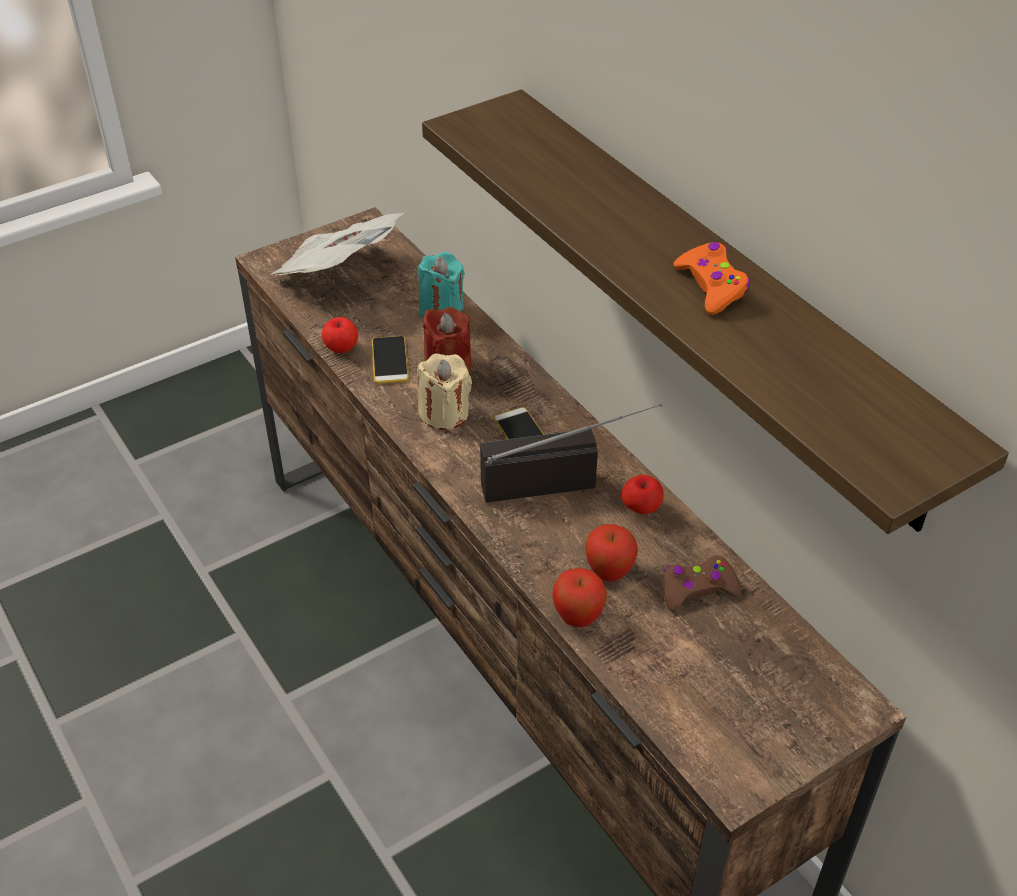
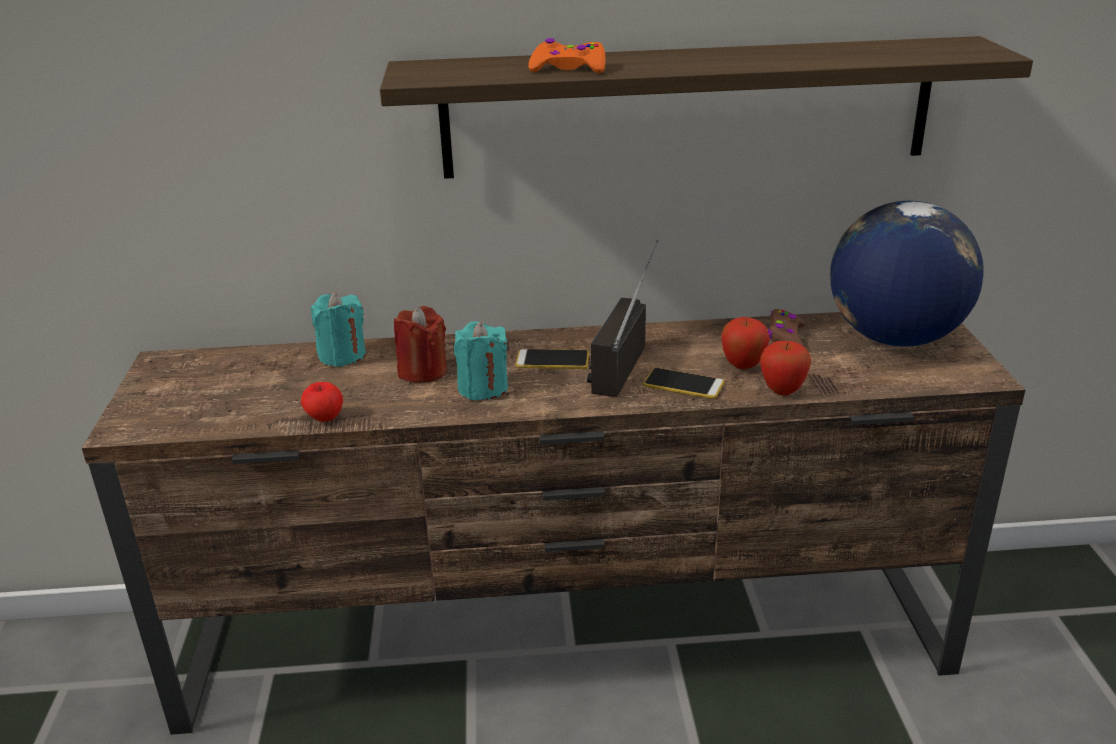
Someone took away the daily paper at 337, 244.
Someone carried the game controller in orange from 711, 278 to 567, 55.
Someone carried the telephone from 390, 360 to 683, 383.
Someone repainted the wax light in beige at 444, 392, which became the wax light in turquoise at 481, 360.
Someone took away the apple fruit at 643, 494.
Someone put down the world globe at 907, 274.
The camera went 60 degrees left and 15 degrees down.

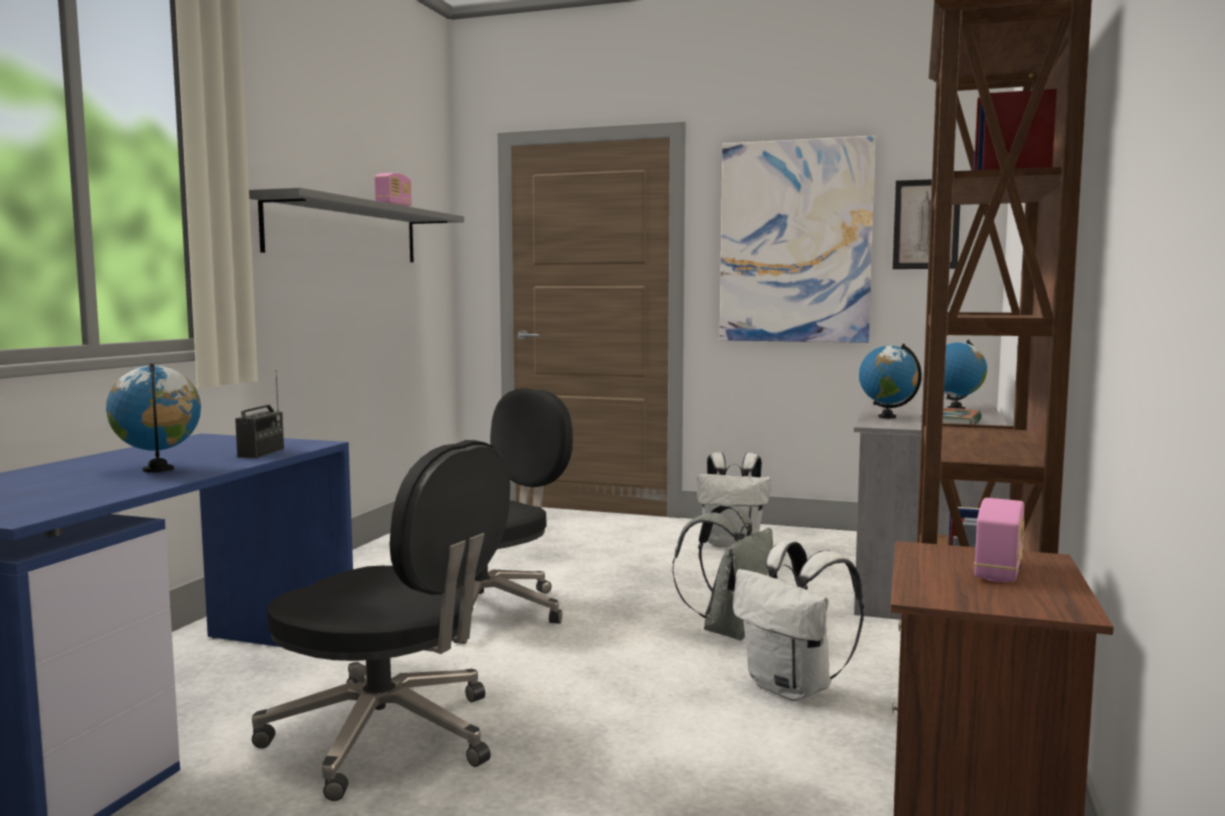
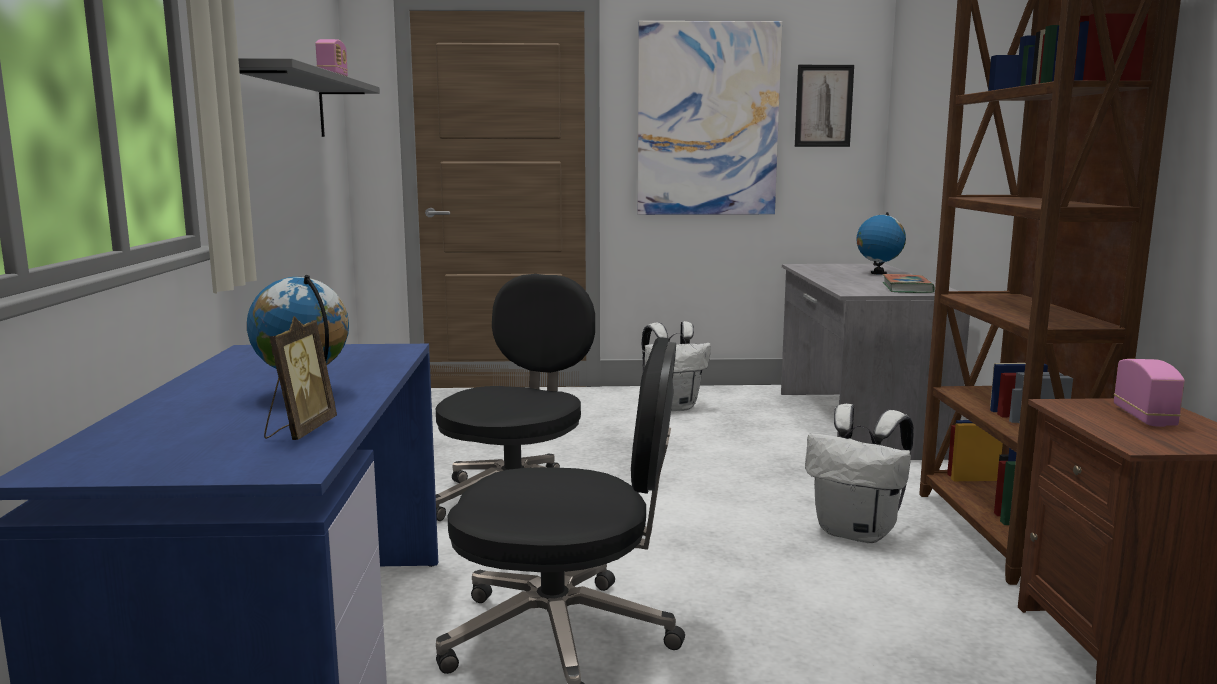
Someone took away the world globe at 890, 381.
Someone took away the radio at 259, 414.
Someone took away the backpack in gray at 722, 572.
Someone put down the photo frame at 300, 378.
The camera went 20 degrees left and 5 degrees up.

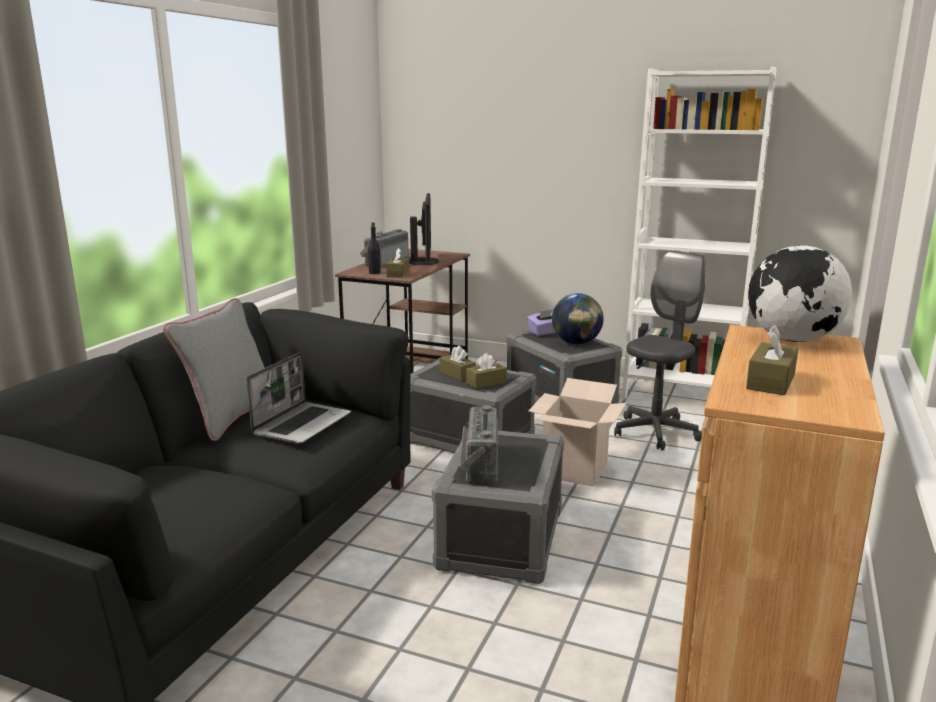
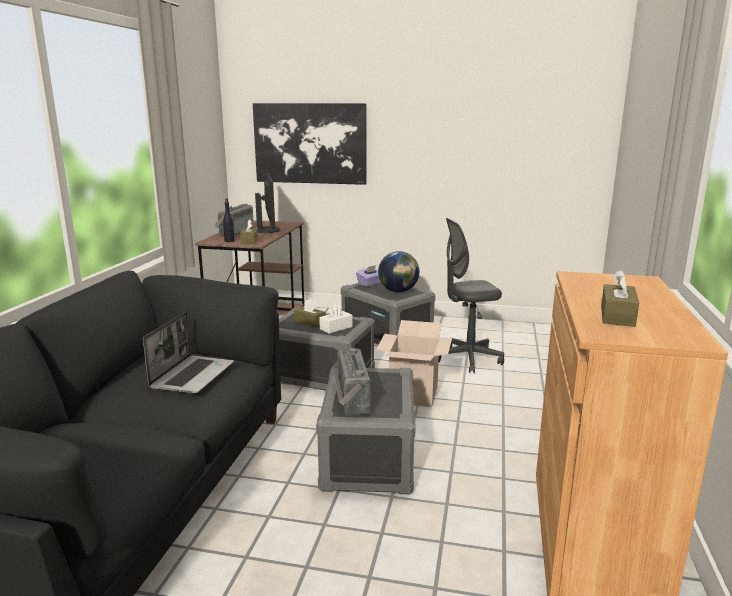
Someone took away the bookshelf in whitish at 699, 233.
Someone took away the world globe at 800, 293.
Someone rotated the desk chair in gray at 660, 351 by 135 degrees counterclockwise.
Someone took away the throw pillow in gray at 214, 369.
Someone repainted the tissue holder in brownish at 486, 371, which became the tissue holder in whitish at 336, 318.
Someone put up the picture at 310, 144.
The camera went 10 degrees left and 0 degrees up.

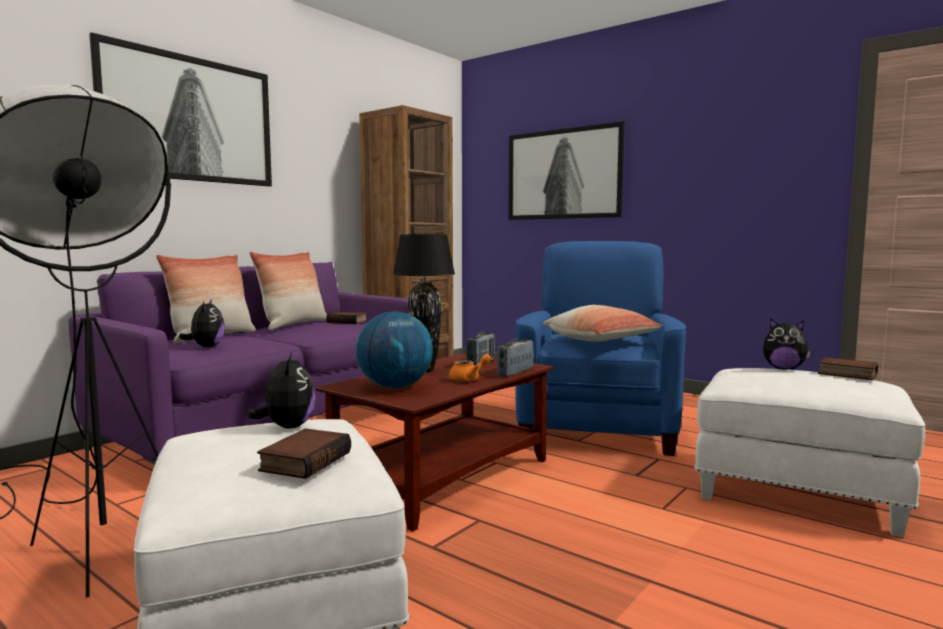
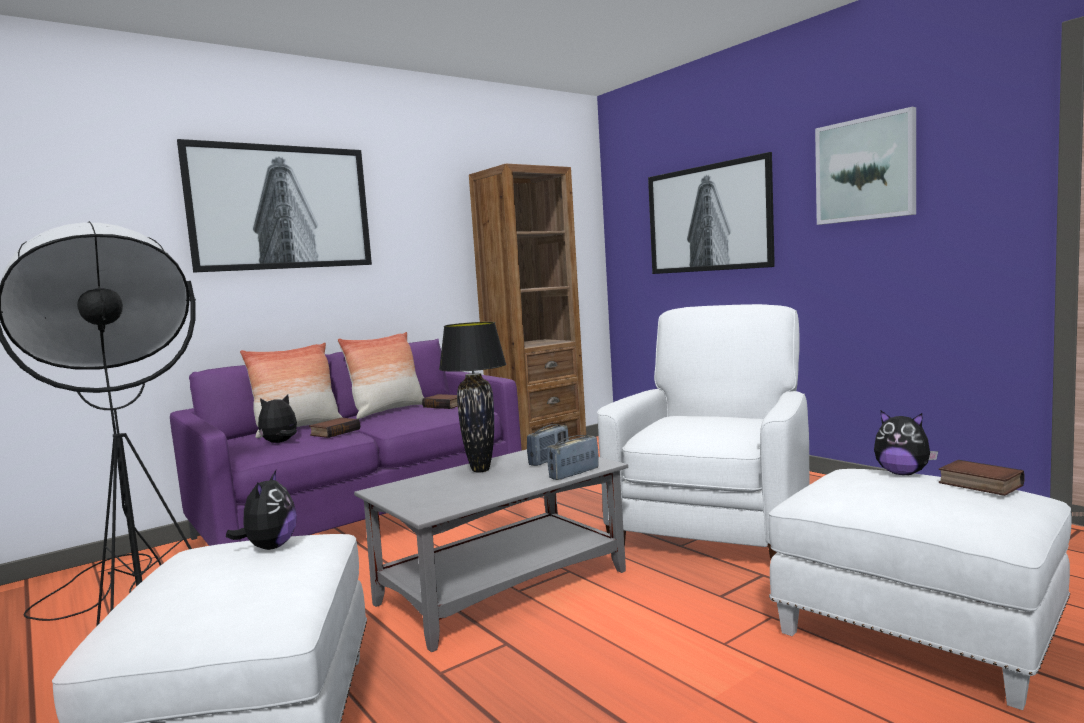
Someone repainted the lounge chair in blue at 601, 348, which became the lounge chair in whitish at 703, 432.
Someone rotated the cuddly toy at 202, 323 by 135 degrees counterclockwise.
Someone took away the throw pillow at 602, 323.
Someone took away the world globe at 394, 350.
Someone repainted the low table in brownish at 435, 442, which became the low table in gray at 491, 550.
Someone took away the teapot in orange at 470, 368.
Someone carried the bound book from 304, 454 to 334, 428.
Someone put up the picture at 865, 166.
The camera went 15 degrees right and 0 degrees up.

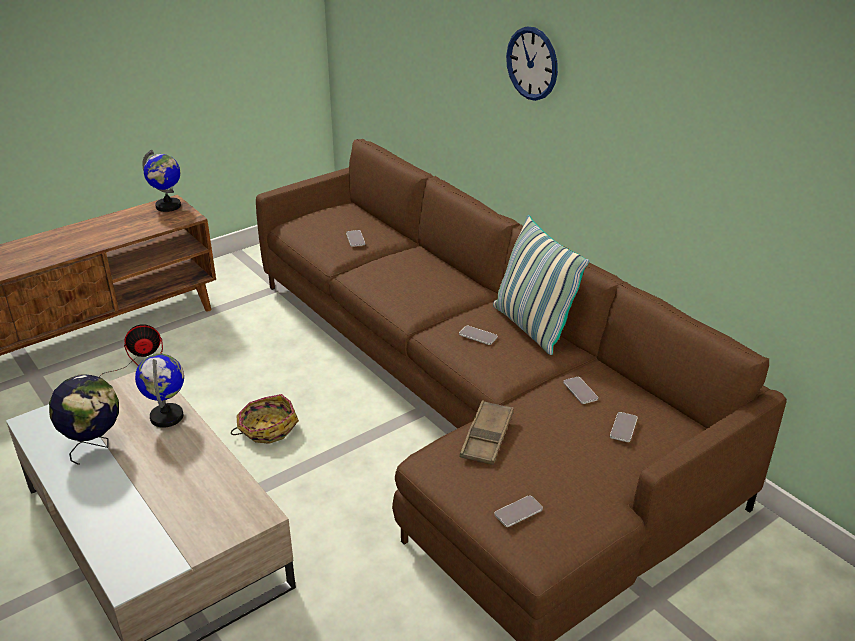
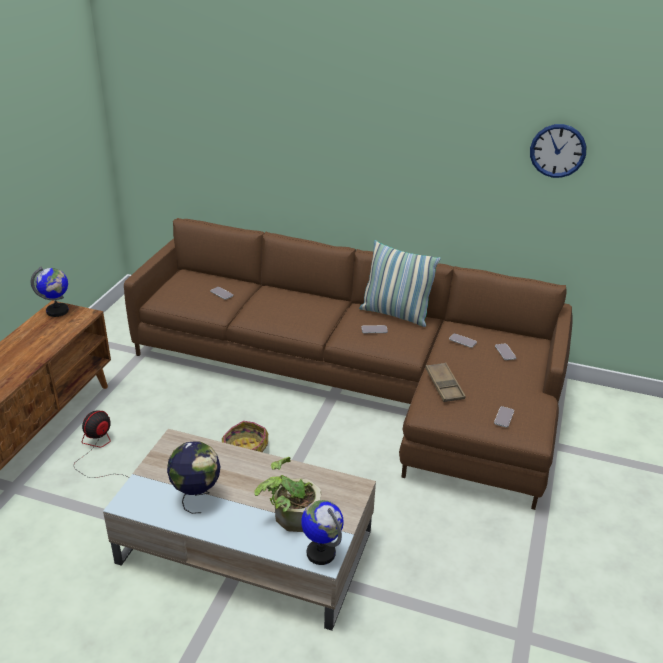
Someone carried the hanging clock from 532, 64 to 558, 151.
Someone carried the world globe from 159, 391 to 322, 532.
Someone put down the houseplant at 287, 494.
The camera went 35 degrees left and 0 degrees up.

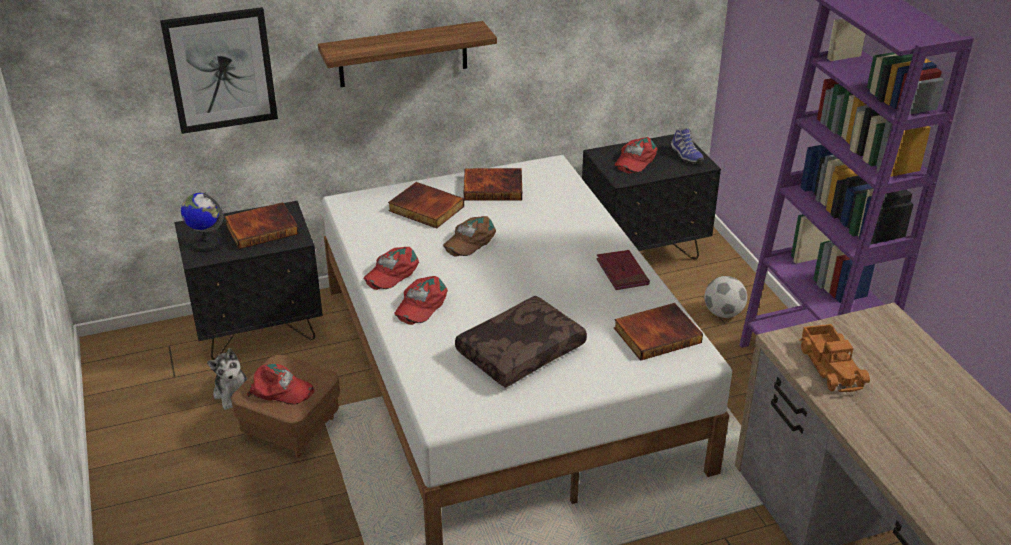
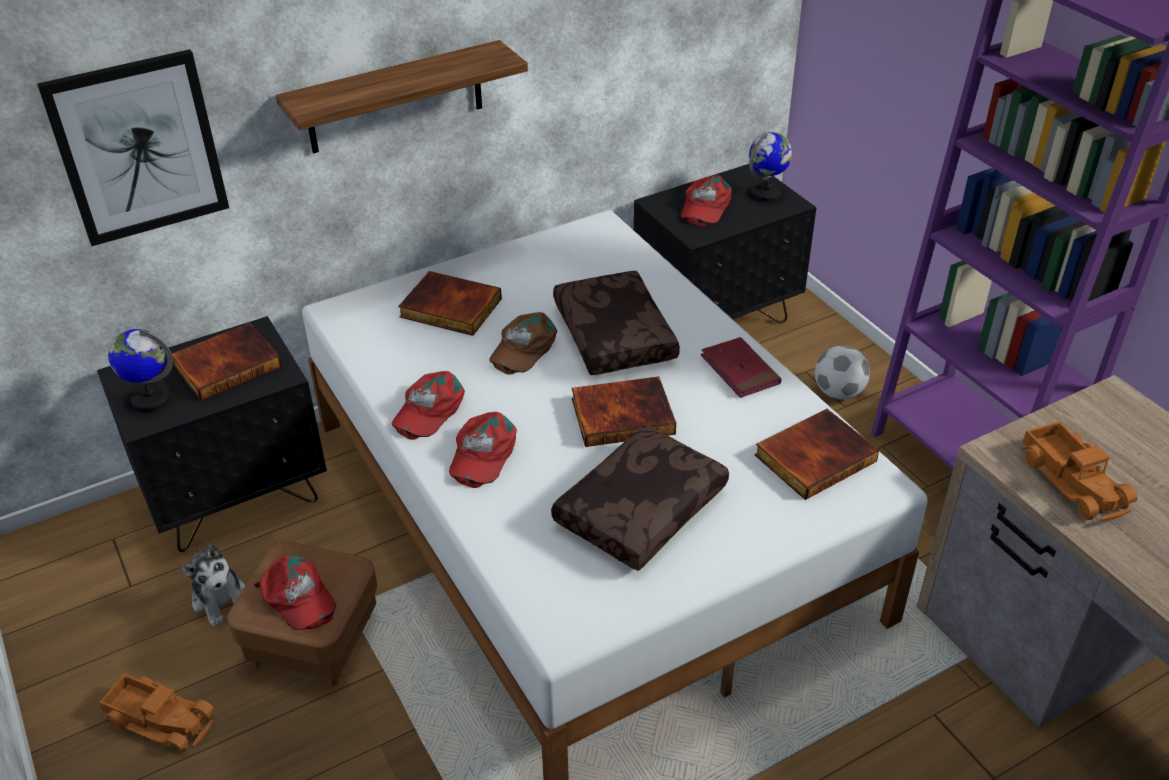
Someone swapped the shoe at 687, 145 for the world globe at 771, 167.
Someone carried the bound book from 493, 184 to 624, 412.
Someone rotated the peaked cap in red at 280, 384 by 45 degrees clockwise.
Someone put down the throw pillow in brownish at 616, 323.
Someone put down the model truck at 156, 712.
The camera went 10 degrees left and 5 degrees up.

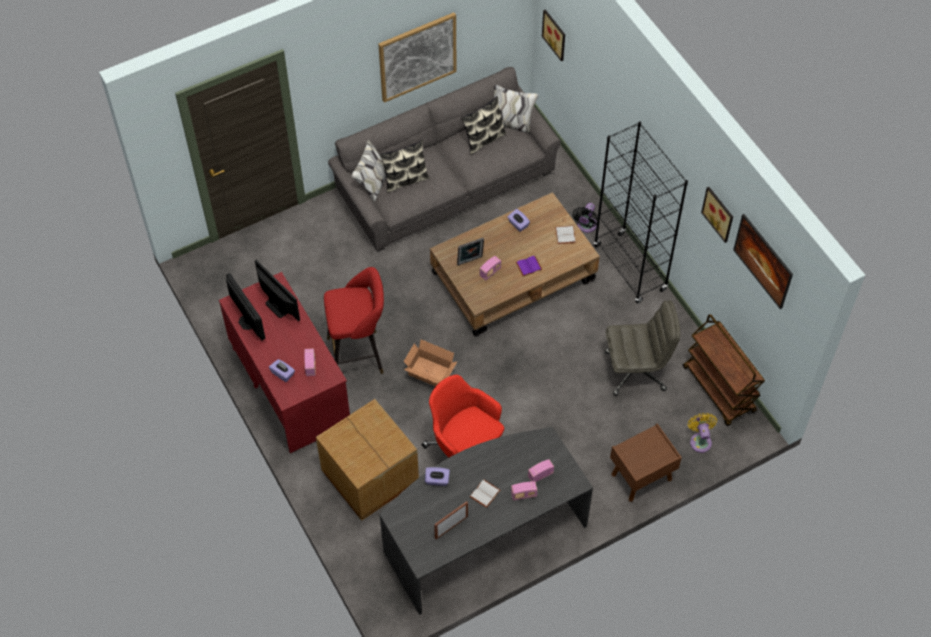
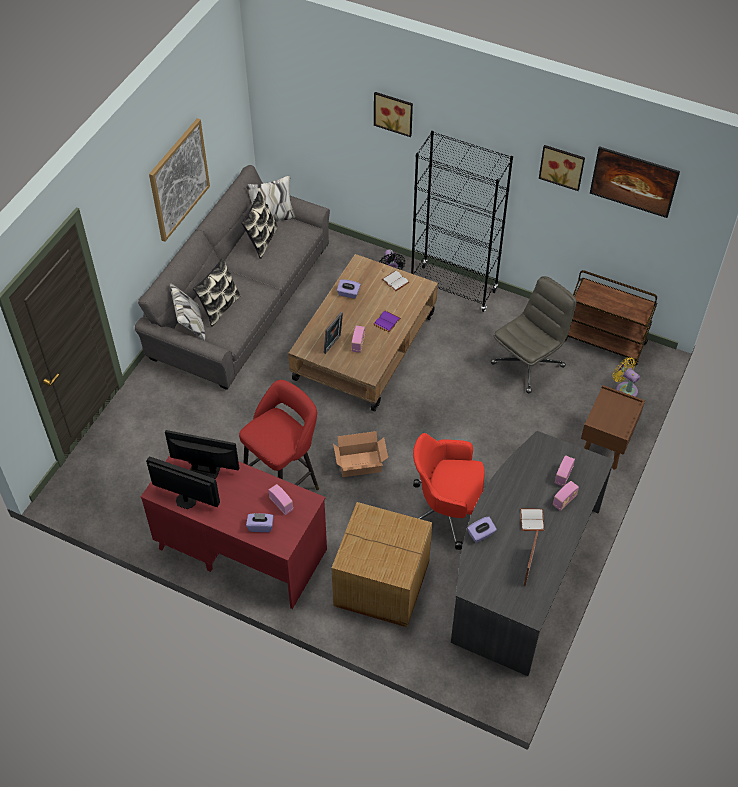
Someone carried the picture from 553, 35 to 393, 114.
The camera went 35 degrees left and 5 degrees down.

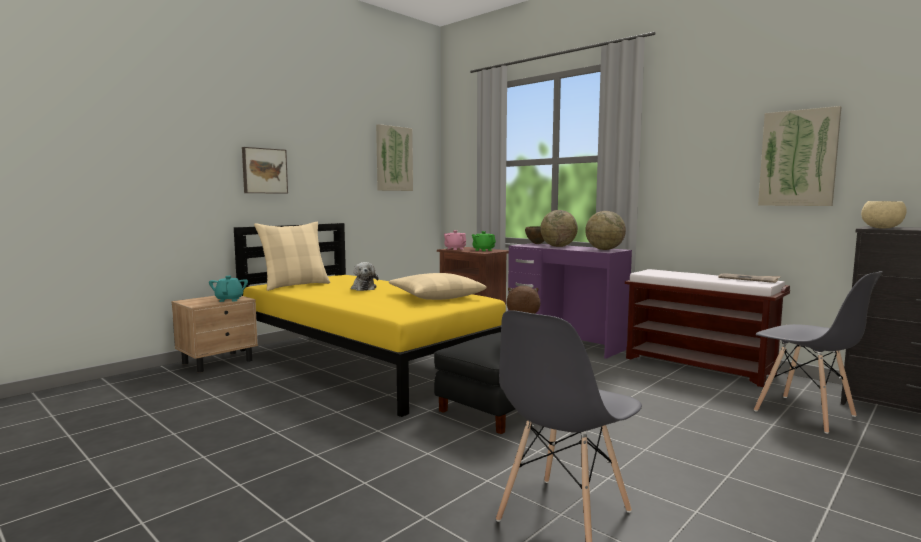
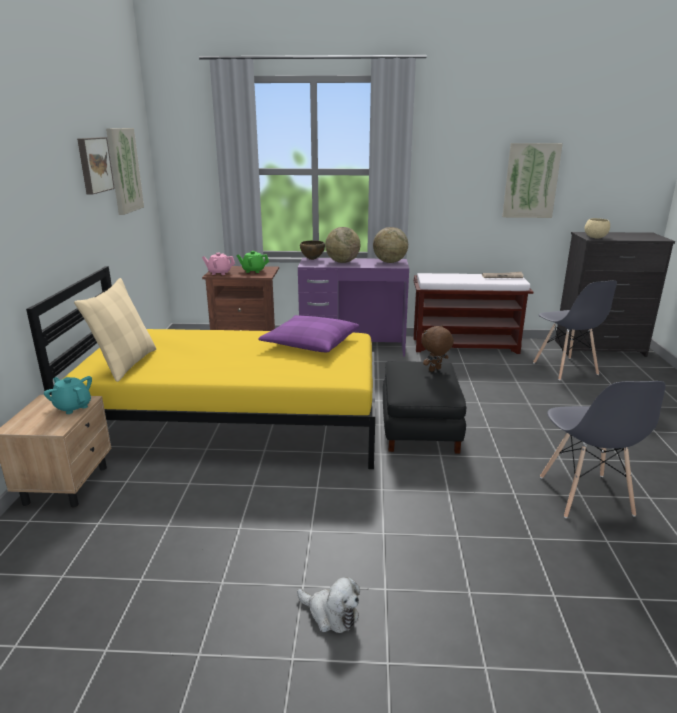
Someone carried the picture from 265, 170 to 96, 165.
Someone carried the cuddly toy from 365, 276 to 328, 605.
Someone rotated the upright chair in gray at 818, 352 by 60 degrees clockwise.
Someone repainted the throw pillow in beige at 438, 286, which became the throw pillow in purple at 308, 334.
The camera went 40 degrees left and 15 degrees up.

